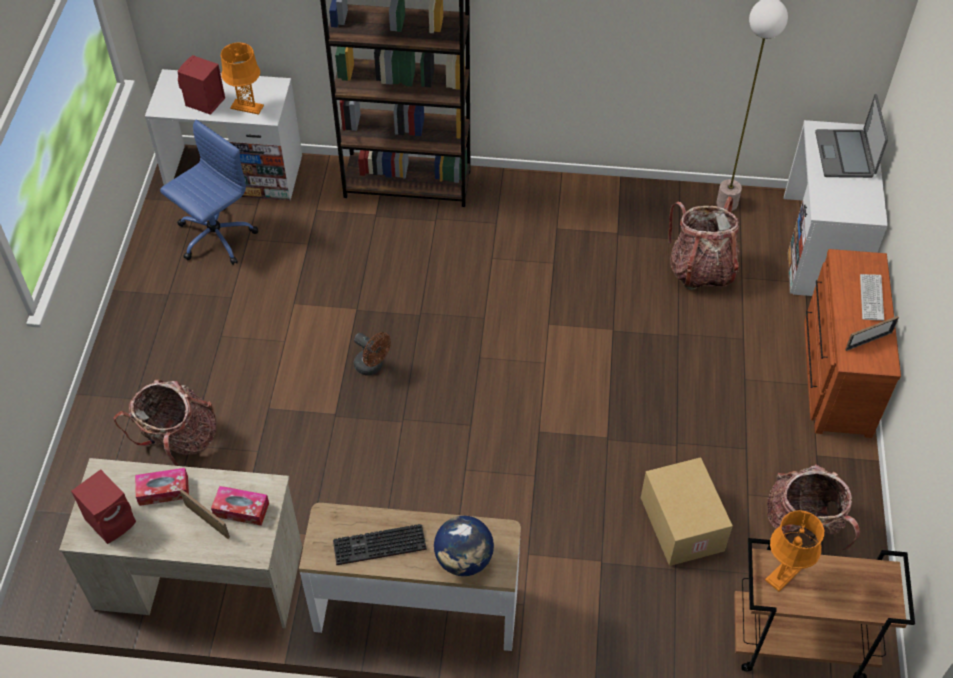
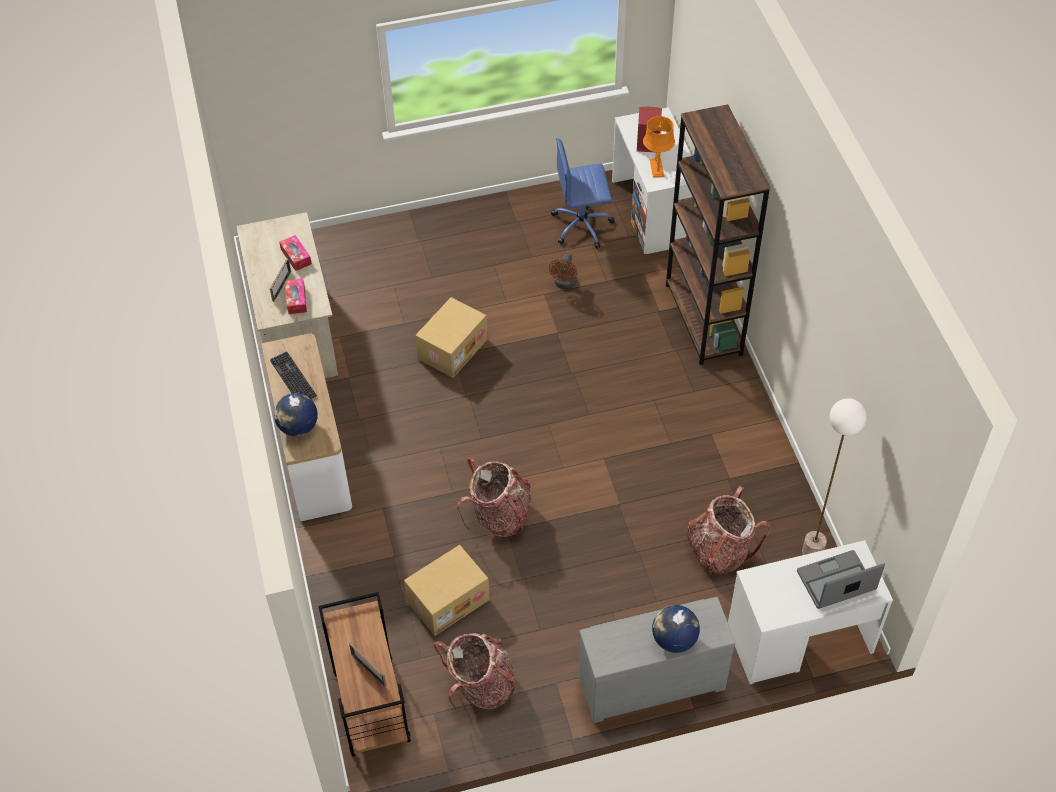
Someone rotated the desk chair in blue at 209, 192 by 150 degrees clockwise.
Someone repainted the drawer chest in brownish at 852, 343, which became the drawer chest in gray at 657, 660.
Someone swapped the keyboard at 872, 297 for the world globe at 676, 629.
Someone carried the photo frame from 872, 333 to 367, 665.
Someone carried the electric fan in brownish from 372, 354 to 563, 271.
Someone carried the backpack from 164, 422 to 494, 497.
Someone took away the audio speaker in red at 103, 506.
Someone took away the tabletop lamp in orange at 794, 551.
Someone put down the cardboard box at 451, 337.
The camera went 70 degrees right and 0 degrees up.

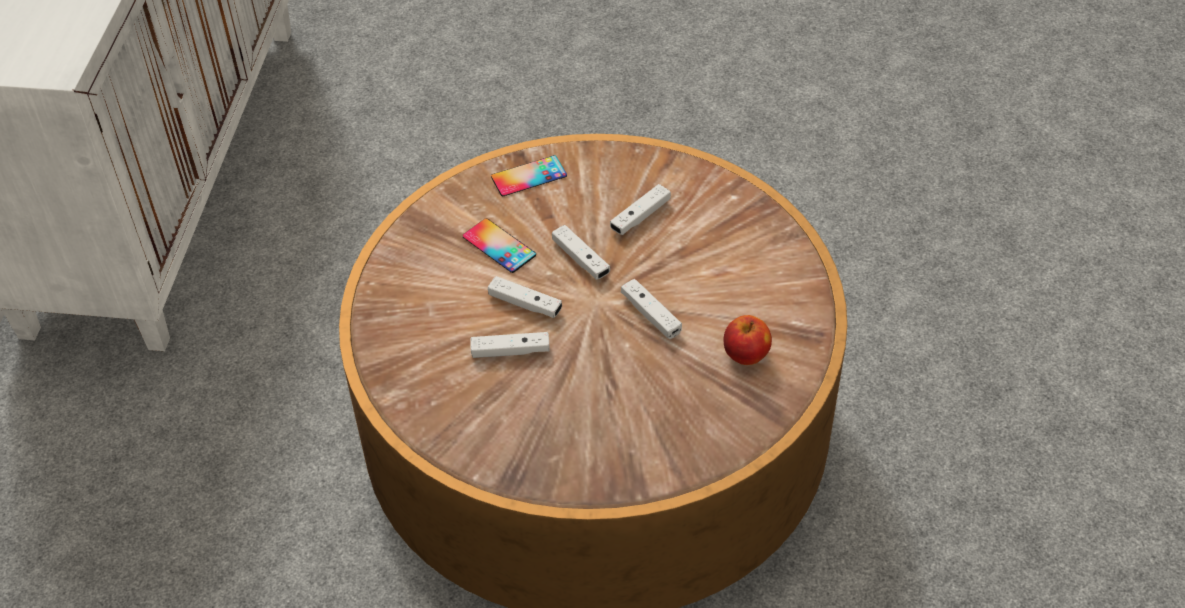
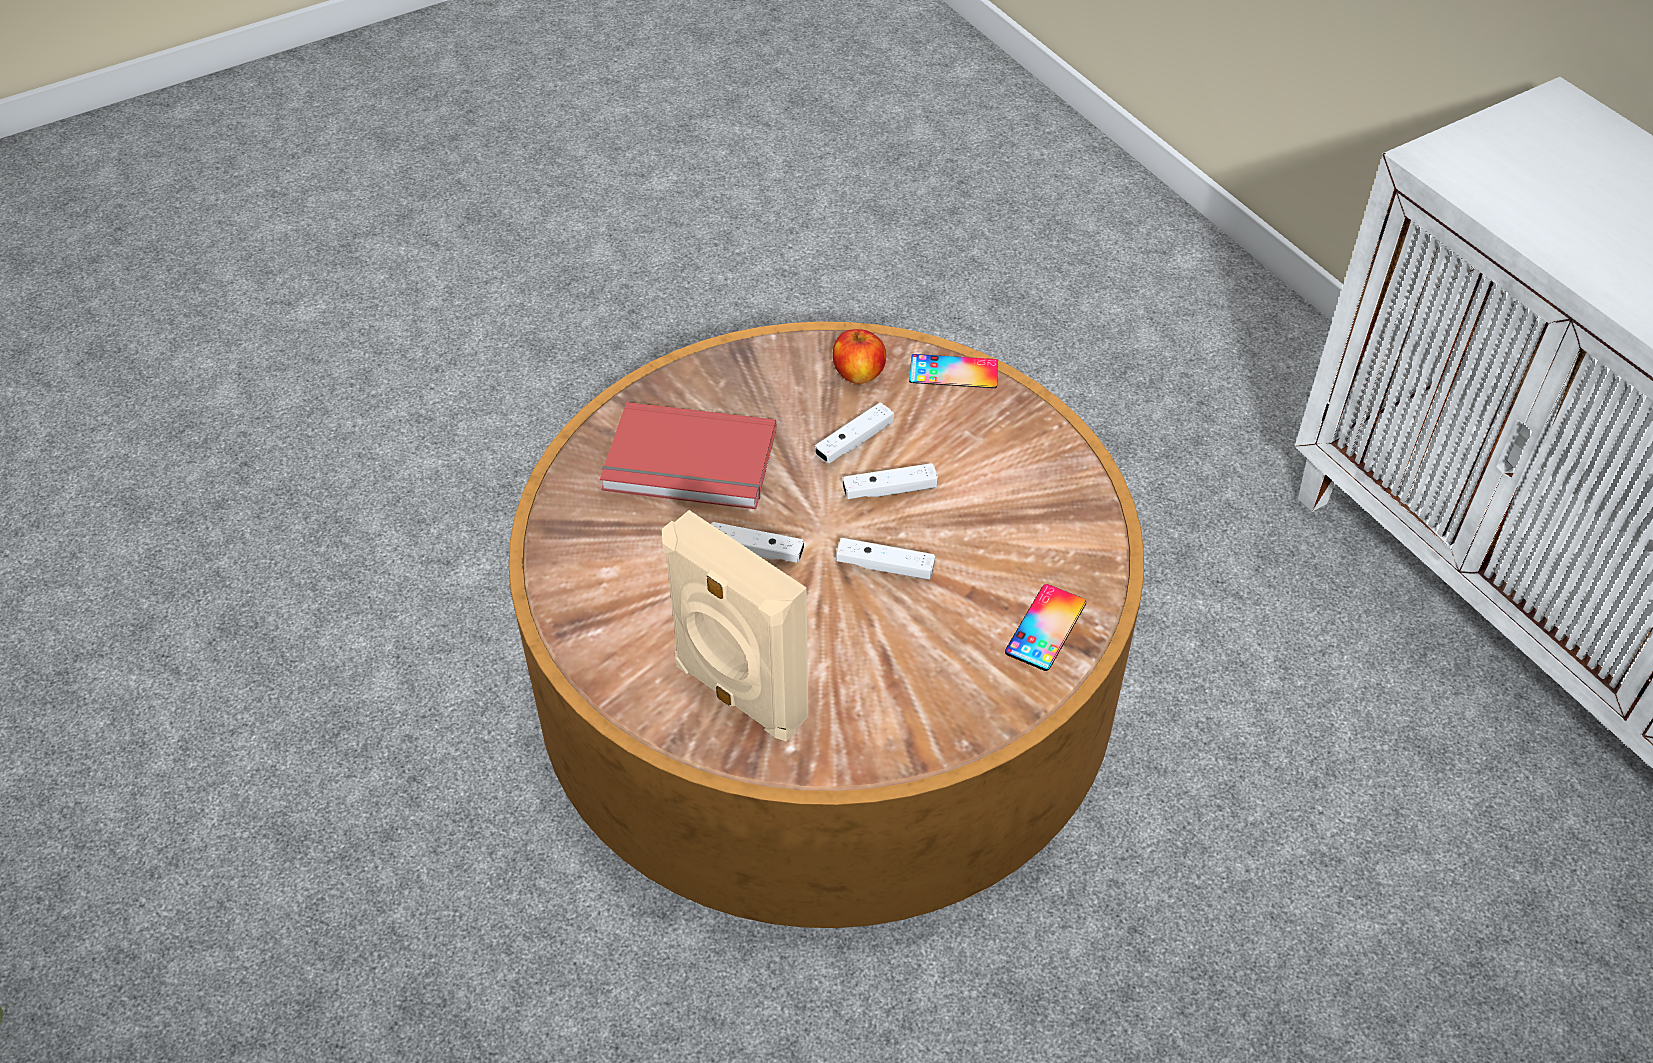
Someone took away the game controller in whitish at 640, 209.
Someone carried the telephone from 499, 245 to 953, 371.
Someone carried the apple fruit from 748, 340 to 859, 356.
Someone put down the bound book in red at 688, 455.
Someone put down the audio speaker in beige at 735, 626.
The camera went 140 degrees right and 0 degrees up.

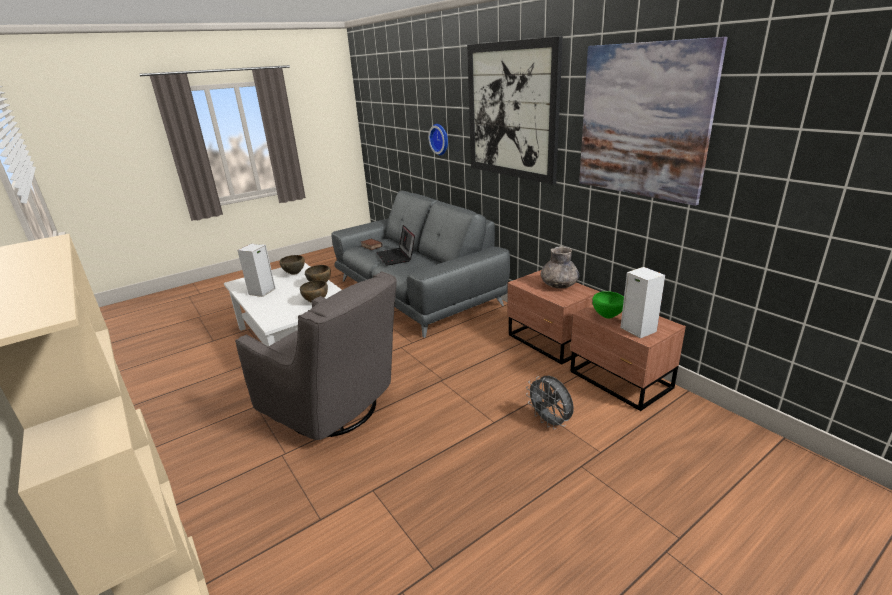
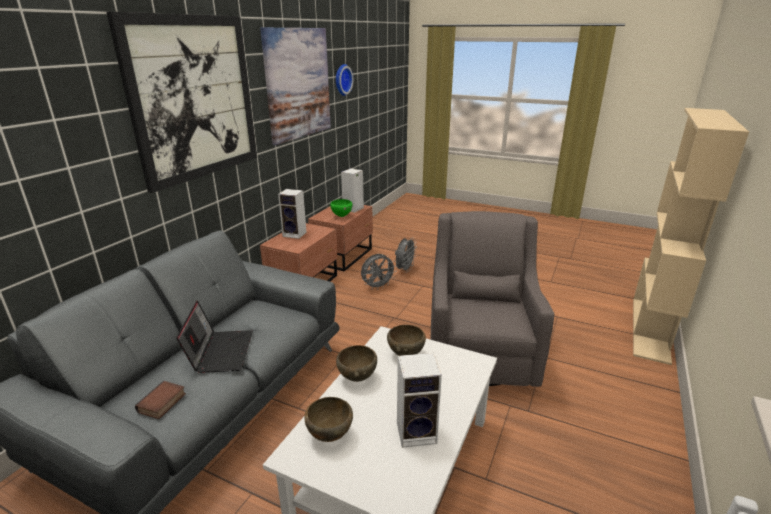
Someone carried the hanging clock from 438, 139 to 344, 80.
Someone rotated the laptop at 395, 245 by 45 degrees counterclockwise.
Someone swapped the decorative vase in gray at 560, 267 for the audio speaker at 292, 214.
Someone put down the electric fan in gray at 378, 272.
The camera went 120 degrees left and 0 degrees up.

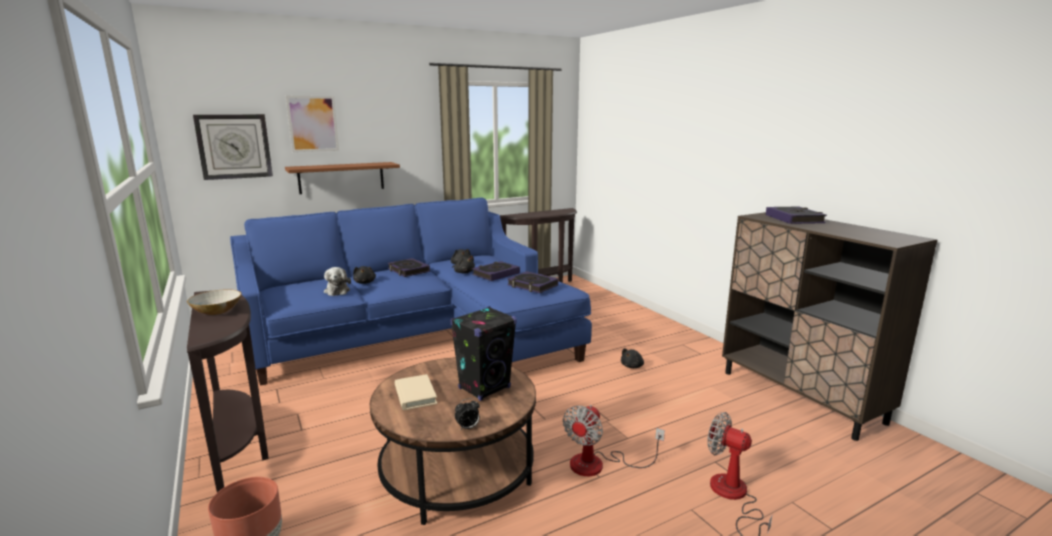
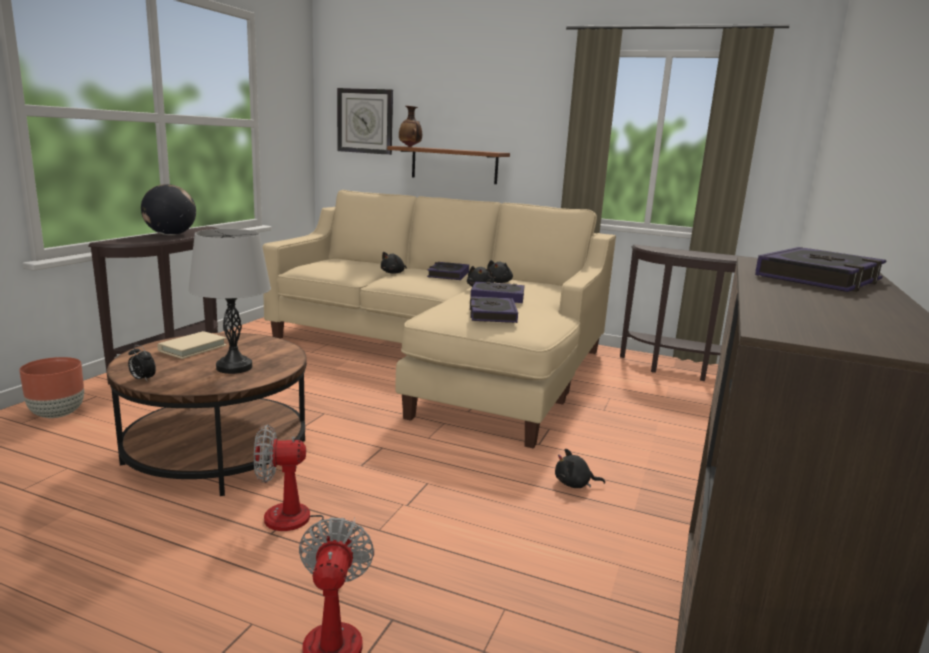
Someone took away the picture at 312, 124.
Someone repainted the couch in blue at 411, 292, which became the couch in beige at 439, 319.
Someone took away the cuddly toy at 337, 281.
Someone swapped the serving bowl at 214, 302 for the world globe at 168, 209.
Someone swapped the audio speaker in black-coloured at 483, 353 for the tabletop lamp in gray at 229, 301.
Someone put down the decorative vase at 410, 126.
The camera went 50 degrees right and 0 degrees up.

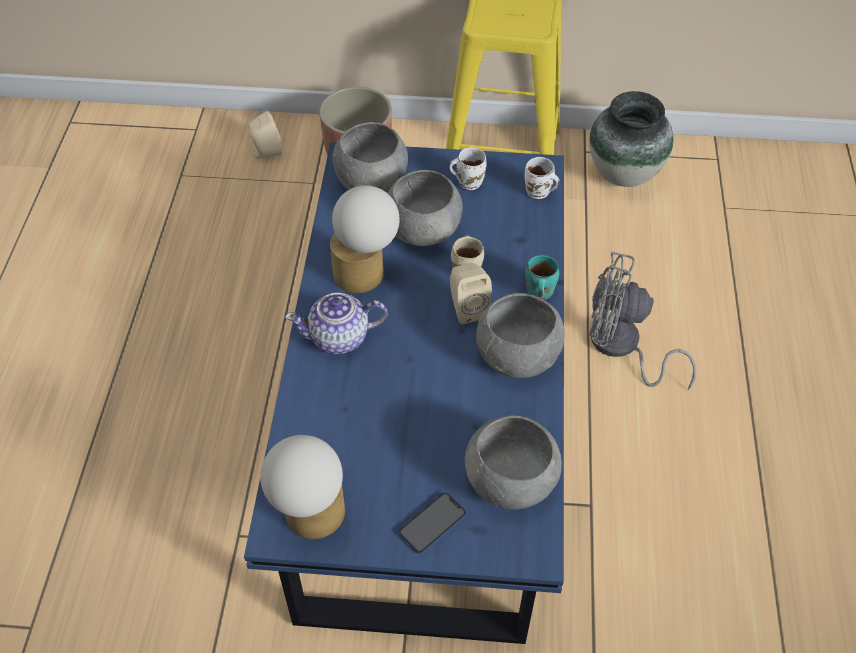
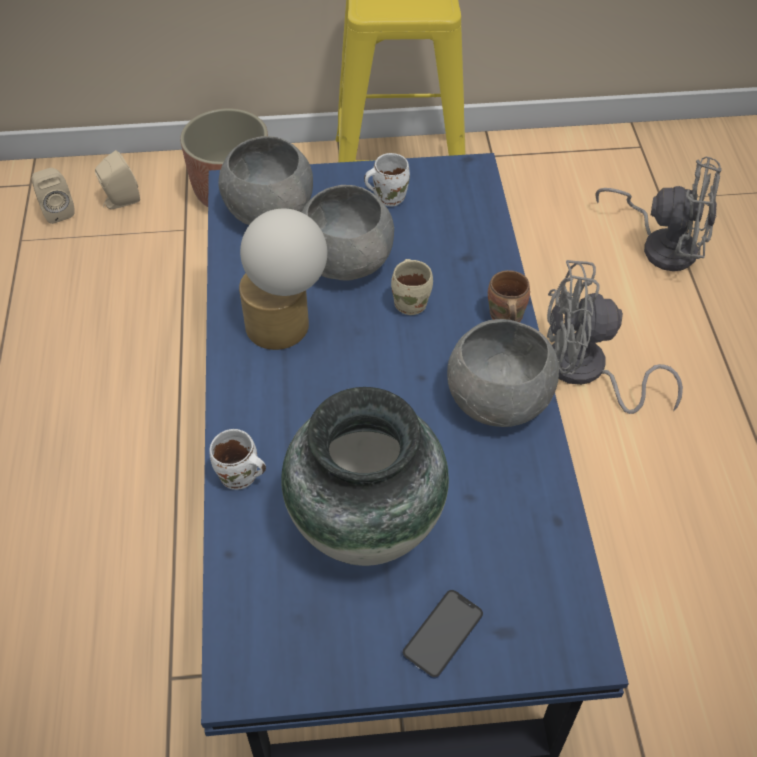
Someone carried the decorative vase from 631, 139 to 365, 476.
Someone carried the coffee mug in whitish from 542, 178 to 237, 459.
Someone repainted the coffee mug in turquoise at 542, 277, which became the coffee mug in brownish at 509, 296.
Someone carried the audio speaker in beige from 471, 293 to 53, 196.
Someone took away the teapot at 336, 323.
Someone took away the serving bowl in gray at 513, 462.
Someone took away the tabletop lamp at 302, 487.
Someone put down the electric fan in gray at 658, 213.
The camera went 10 degrees left and 0 degrees up.

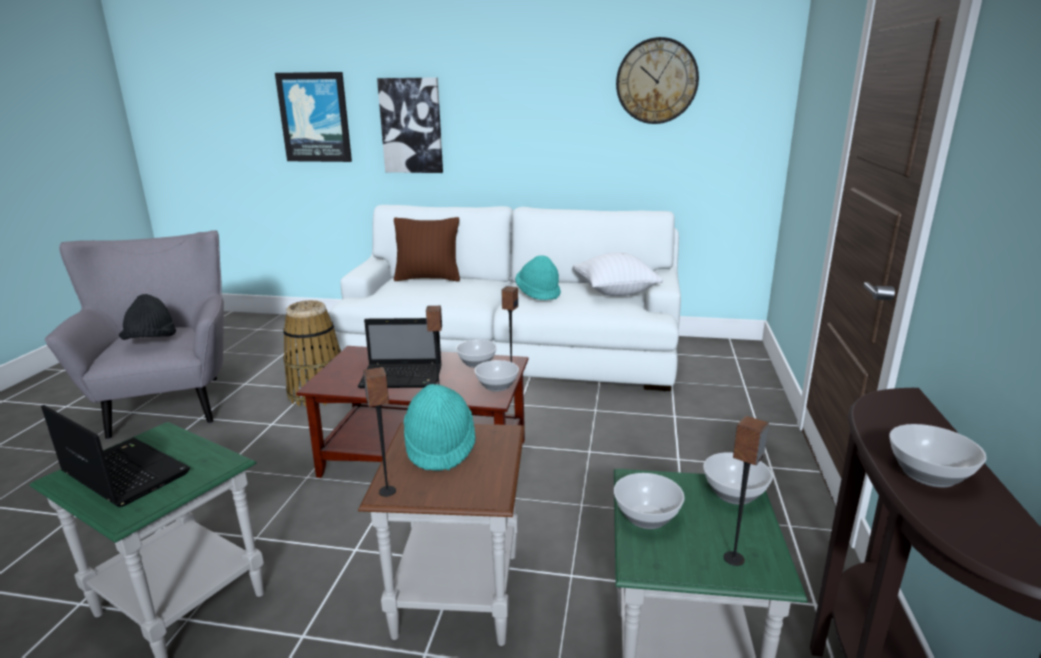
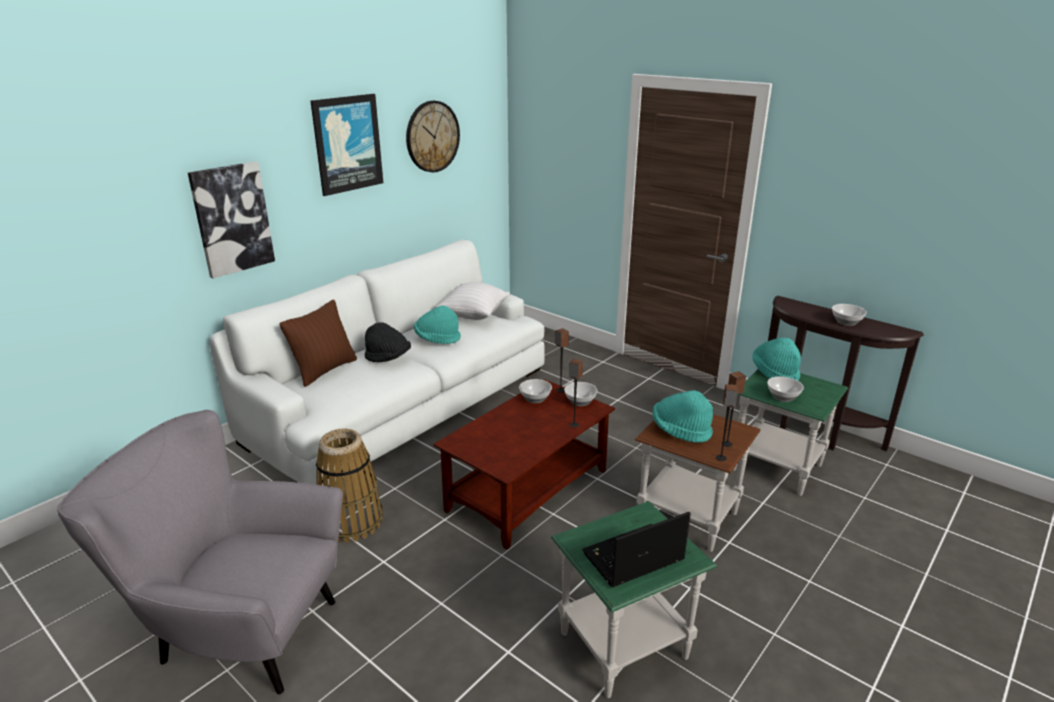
Someone carried the picture from 313, 117 to 346, 145.
Someone carried the hat in black-coloured from 147, 317 to 388, 342.
Someone took away the laptop at 400, 353.
Someone carried the audio speaker from 746, 491 to 734, 409.
Someone swapped the serving bowl at 738, 478 for the hat in turquoise at 776, 359.
The camera went 60 degrees left and 5 degrees up.

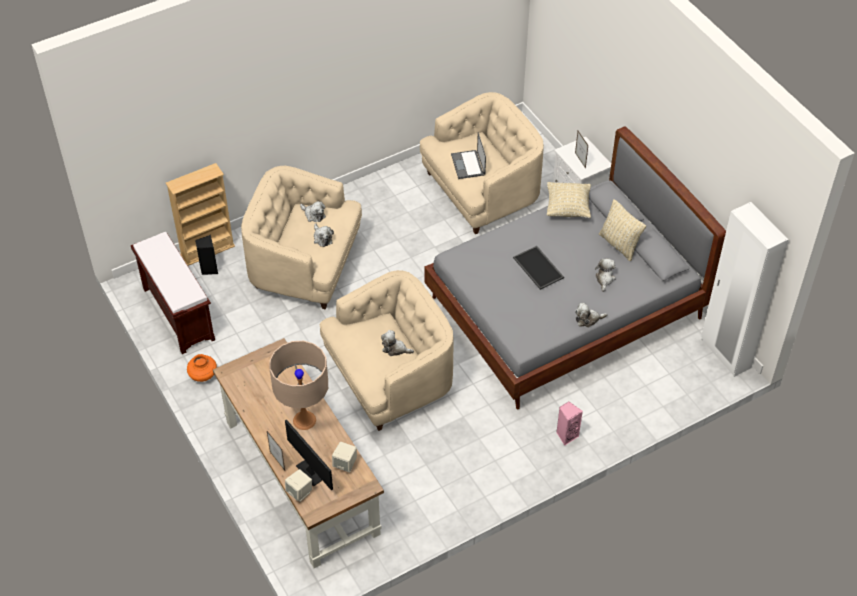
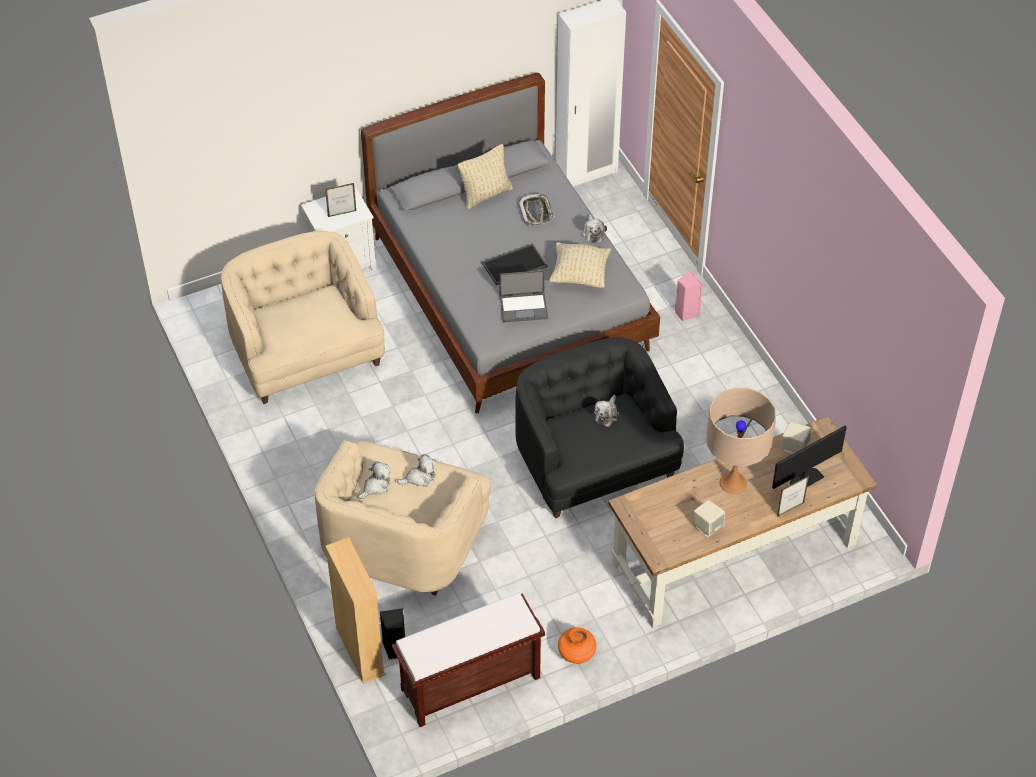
Someone carried the laptop from 468, 155 to 523, 296.
Someone carried the throw pillow in beige from 569, 200 to 580, 265.
Someone swapped the cuddly toy at 605, 275 for the tray at 536, 209.
Someone repainted the lounge chair in beige at 387, 350, which became the lounge chair in black-coloured at 599, 427.
Someone carried the audio speaker in beige from 298, 485 to 709, 518.
The camera went 85 degrees left and 0 degrees up.

